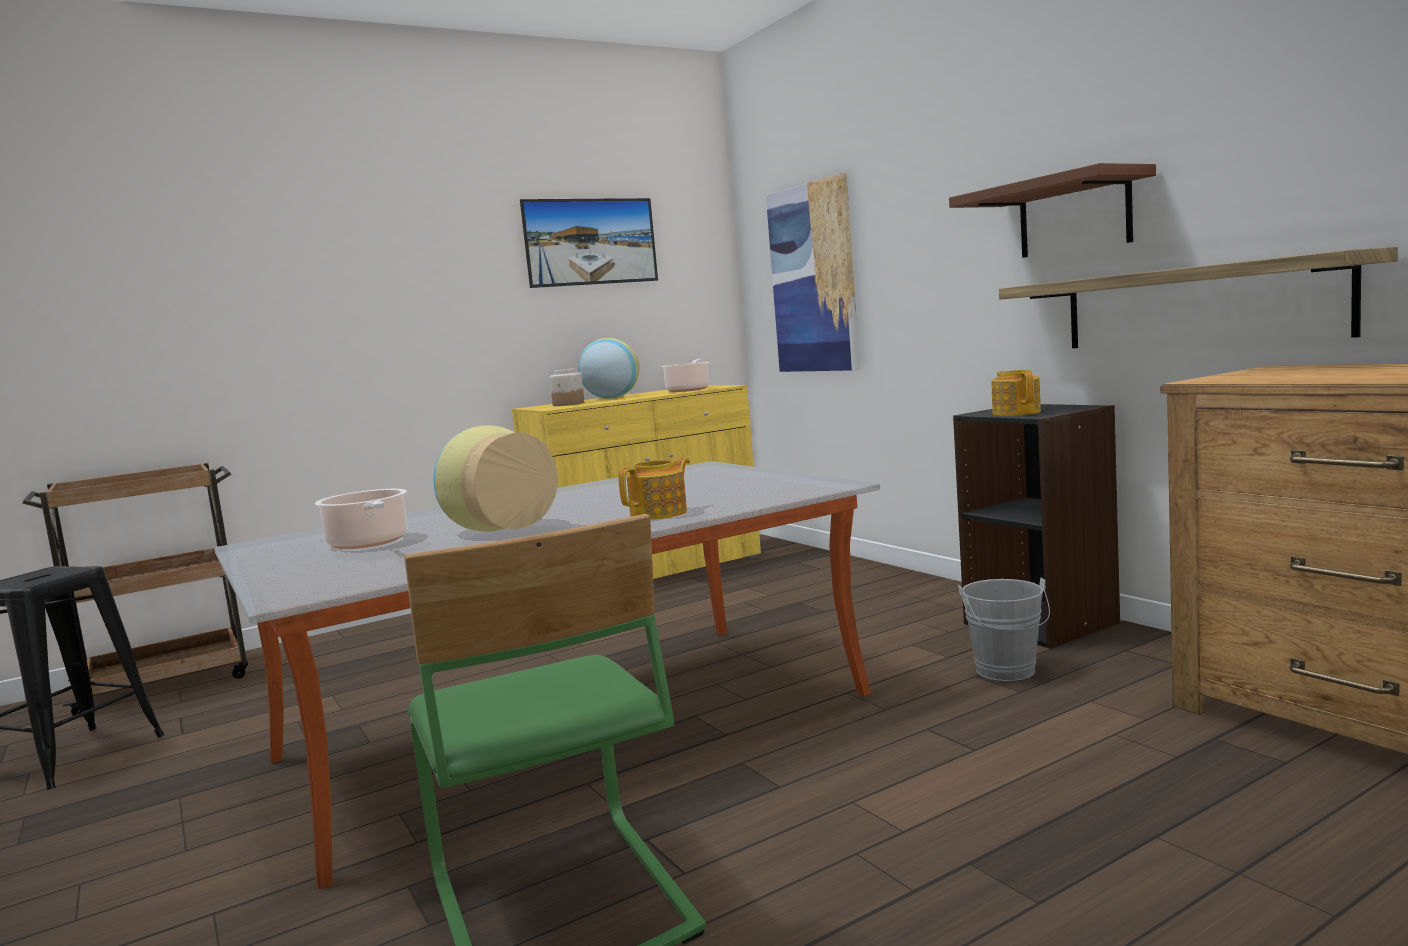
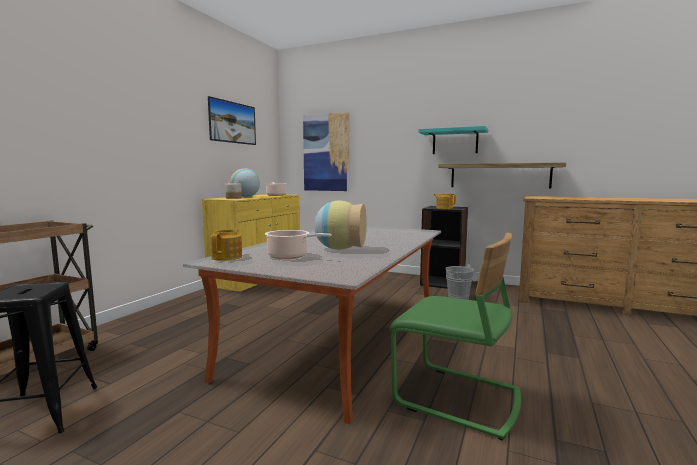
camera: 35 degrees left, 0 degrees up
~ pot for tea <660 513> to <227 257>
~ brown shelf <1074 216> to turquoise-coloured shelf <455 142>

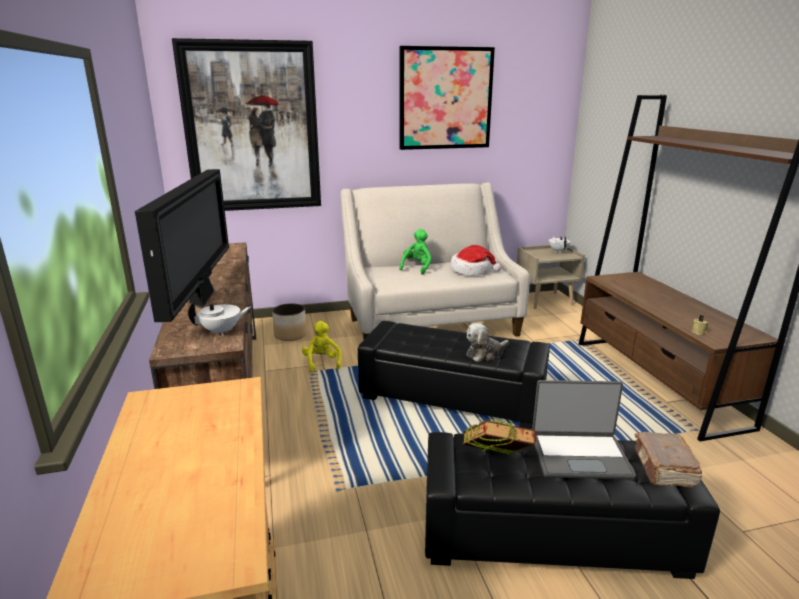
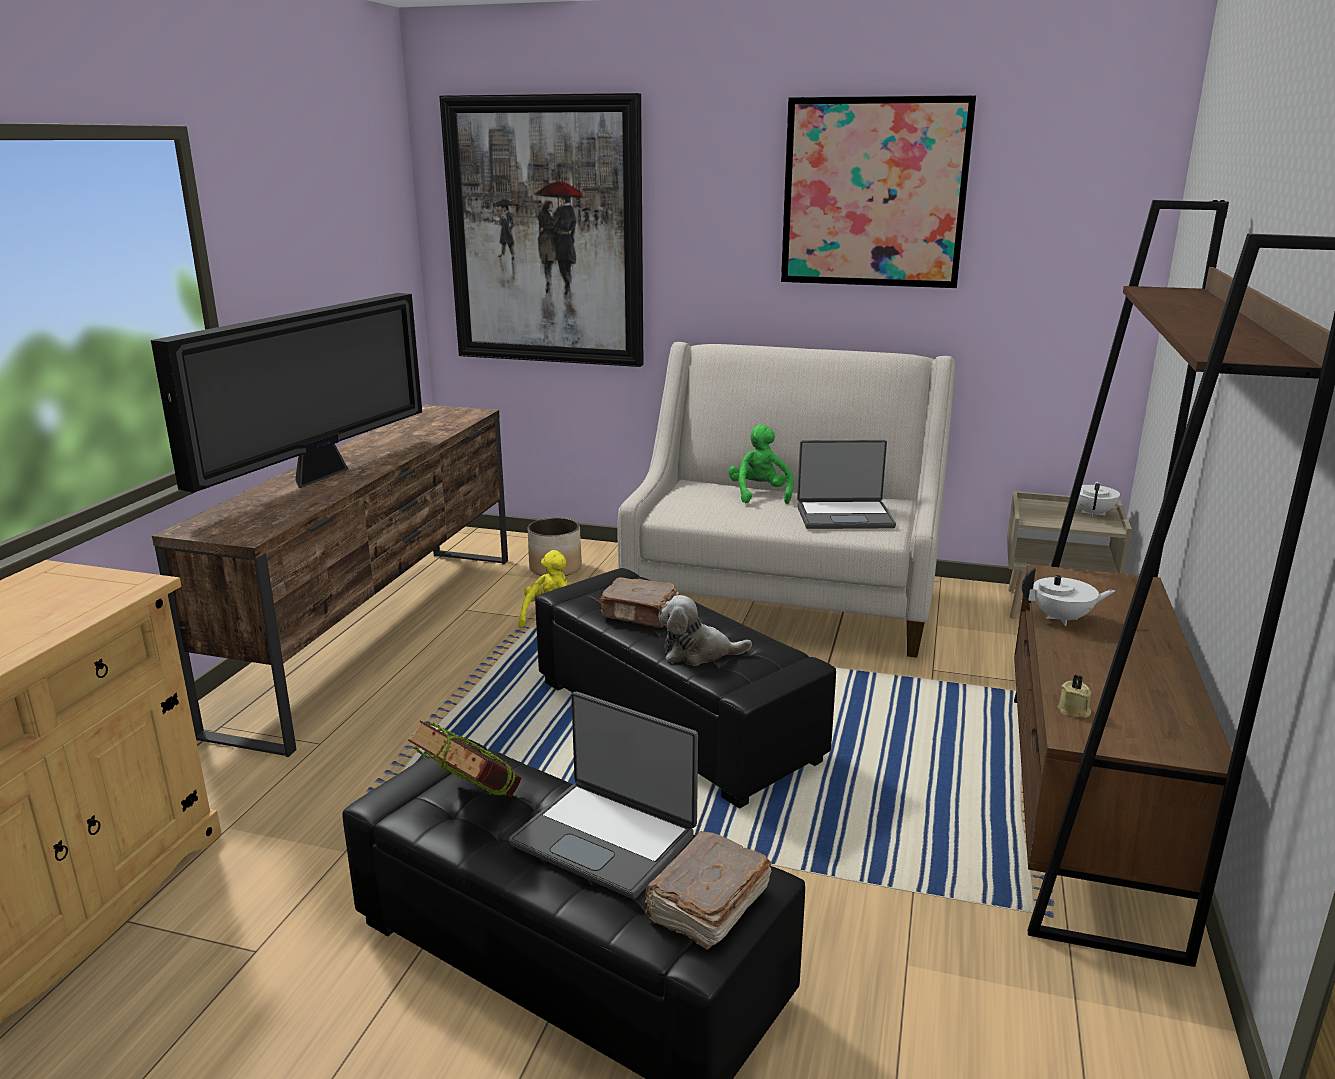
camera: 30 degrees right, 0 degrees up
+ brown volume <640 615>
~ green soft toy <417 268> = <759 494> 60 degrees counterclockwise
~ wearable hat <472 271> to notebook computer <844 516>
~ white-coloured pot for tea <222 331> to <1062 619>

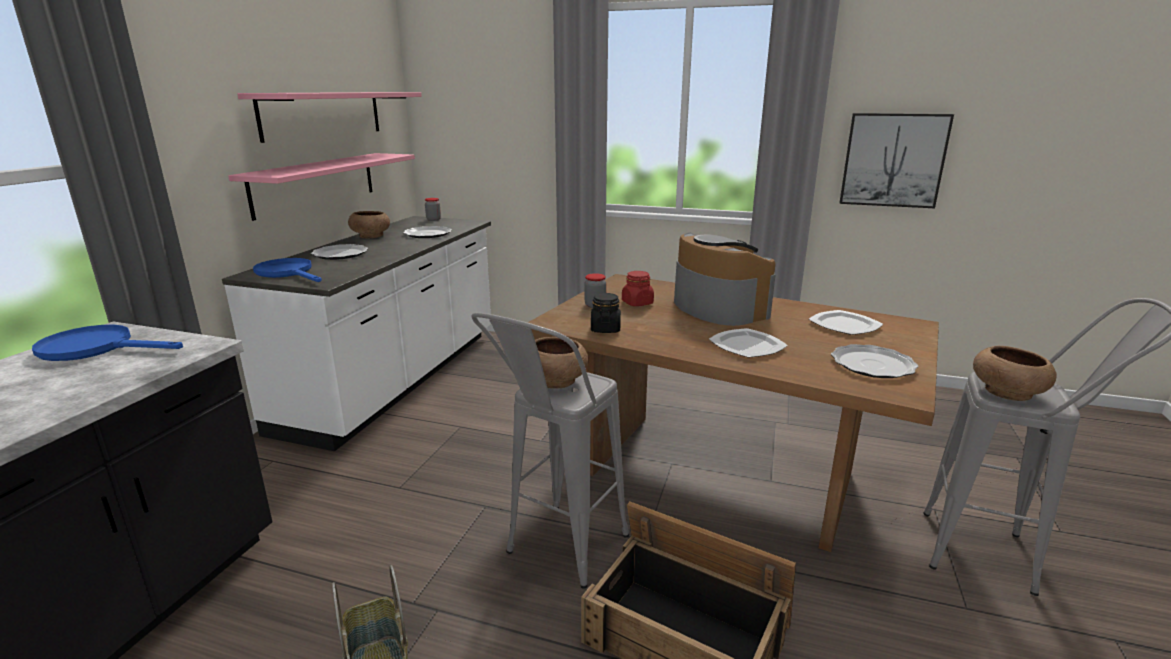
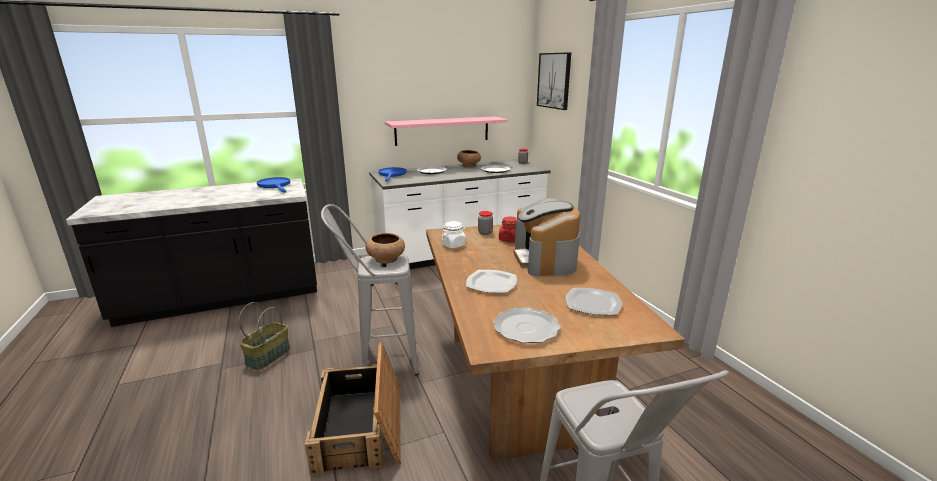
camera: 50 degrees right, 0 degrees up
~ black jar <605 329> to white-coloured jar <453 245>
~ coffee brewer <717 308> = <545 259> 150 degrees clockwise
~ wall picture <893 160> to <554 80>
- pink-coloured shelf <323 114>
- brown deep dish <1007 392>

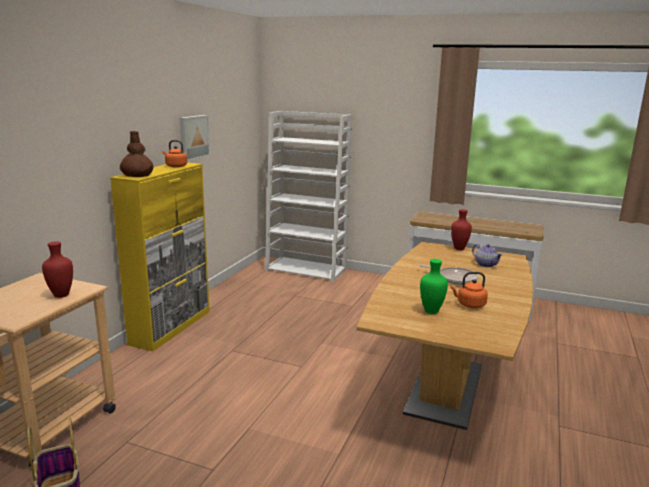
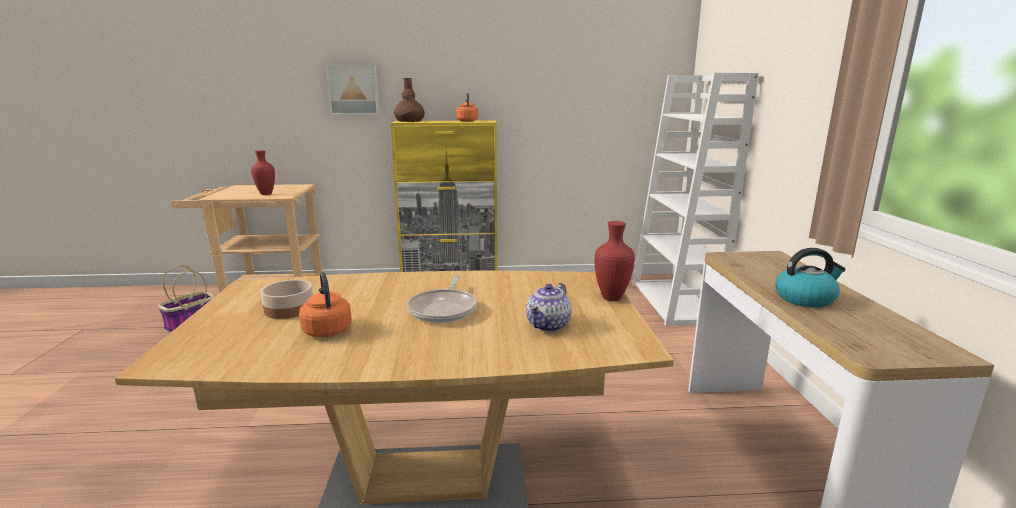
camera: 65 degrees right, 0 degrees up
~ green flower vase <430 312> to deep dish <289 308>
~ wall picture <193 137> to <353 90>
+ kettle <805 298>

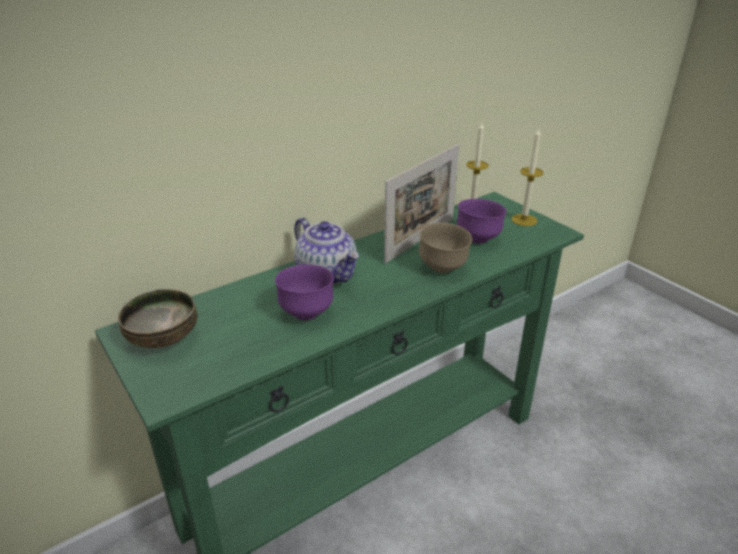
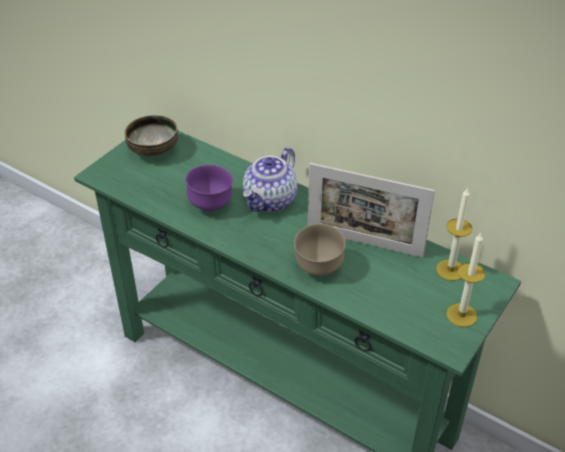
camera: 70 degrees right, 10 degrees up
- purple-coloured deep dish <478 239>

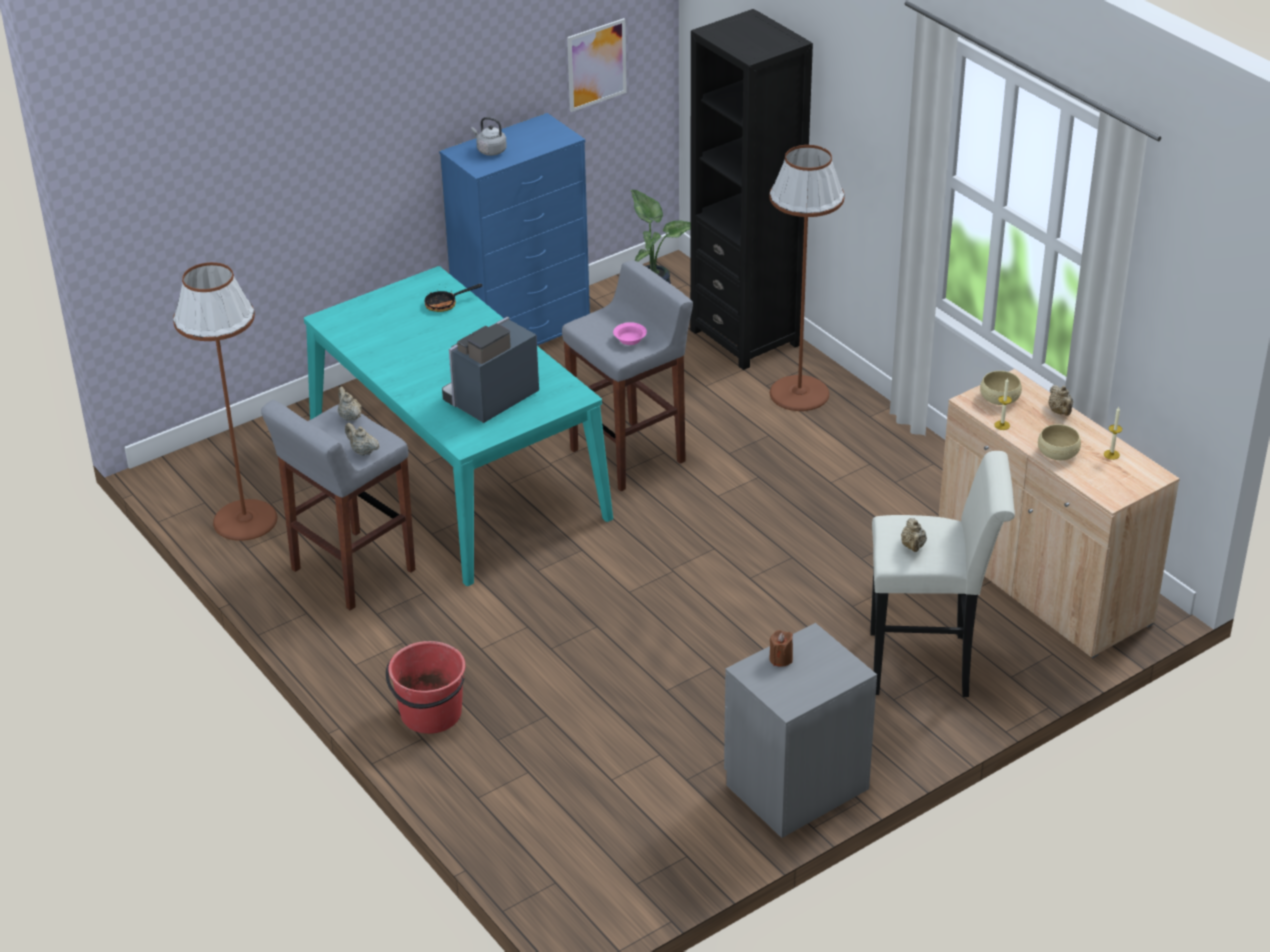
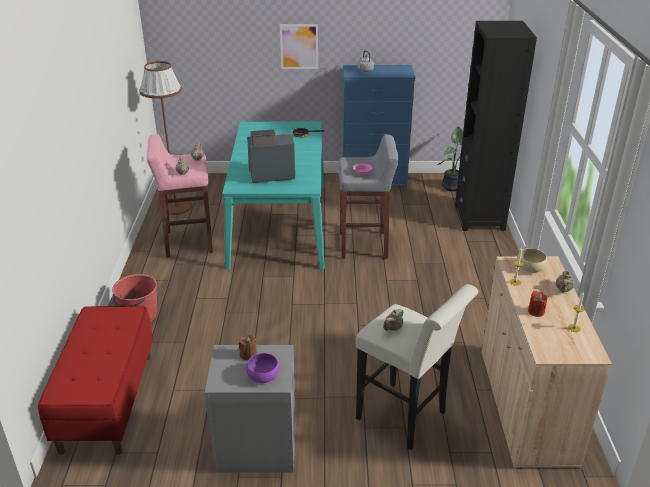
camera: 35 degrees right, 5 degrees down
+ reddish long seat <107 401>
~ greyish stool <351 571> to pink-coloured stool <188 242>
+ purple-coloured deep dish <263 375>
~ wall picture <596 64> to <299 46>
~ beige deep dish <1058 452> to reddish wax candle <536 311>
- brown standard lamp <799 393>

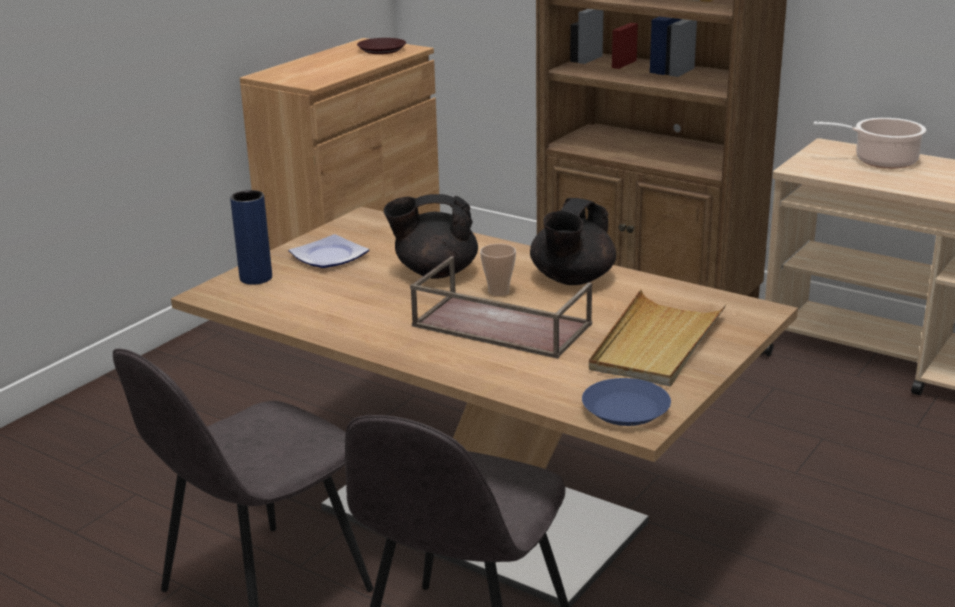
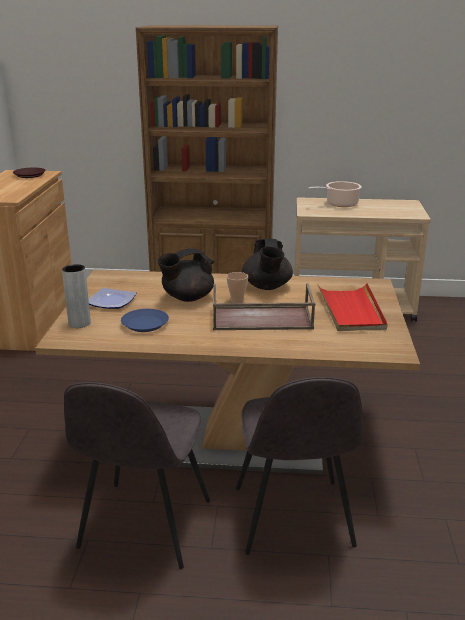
camera: 30 degrees left, 0 degrees up
~ blue-coloured flower vase <256 278> to greyish flower vase <79 323>
~ blue-coloured flat dish <626 410> to <145 324>
~ beige carrying tray <656 344> to reddish carrying tray <351 310>

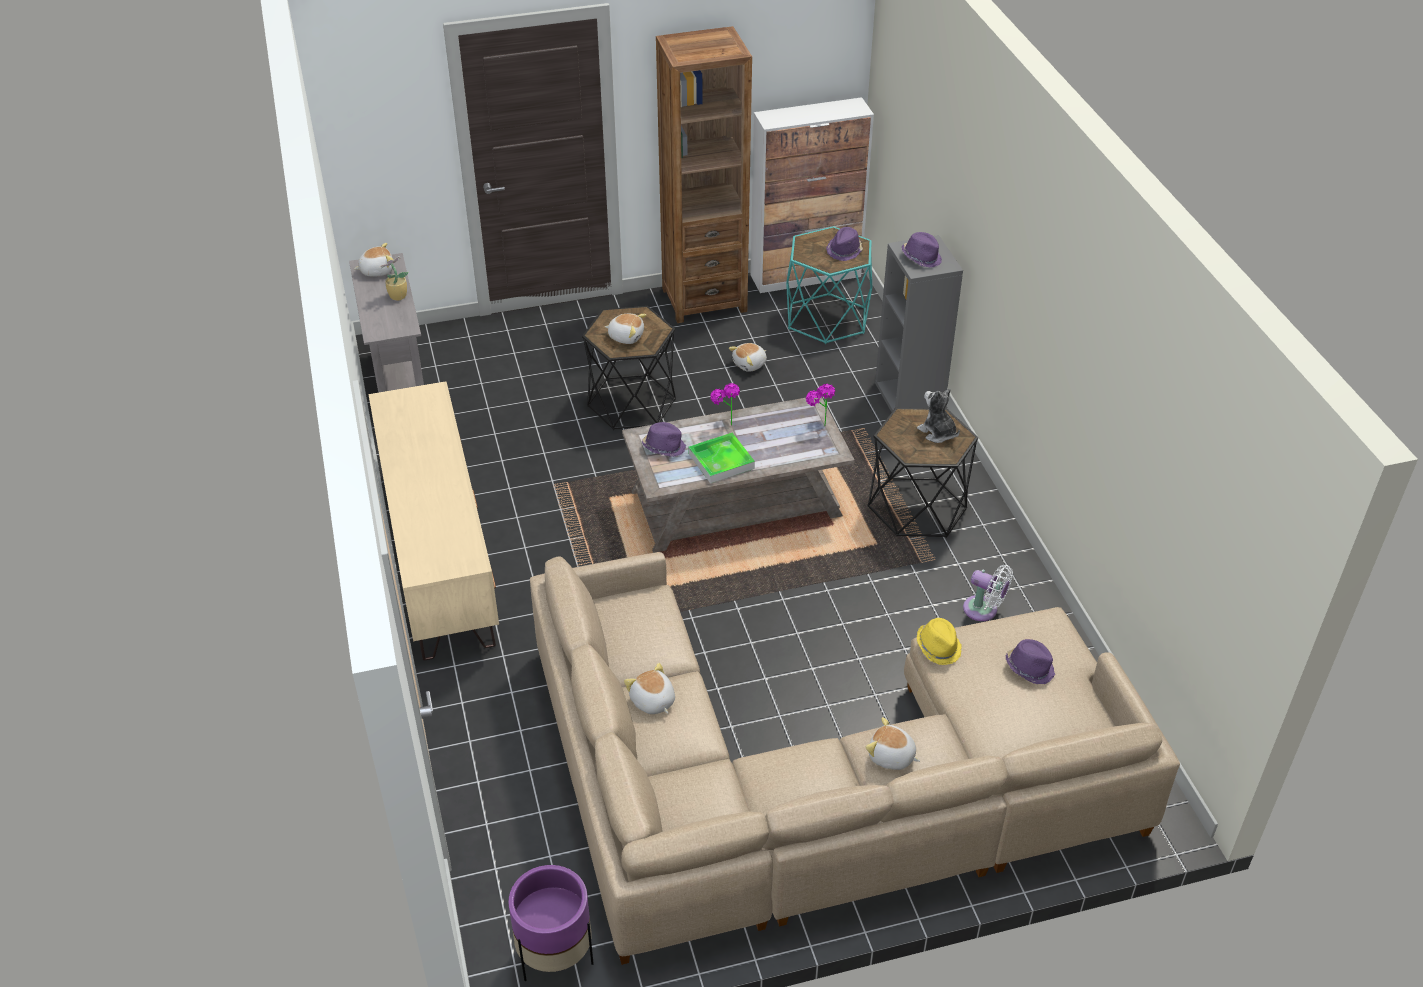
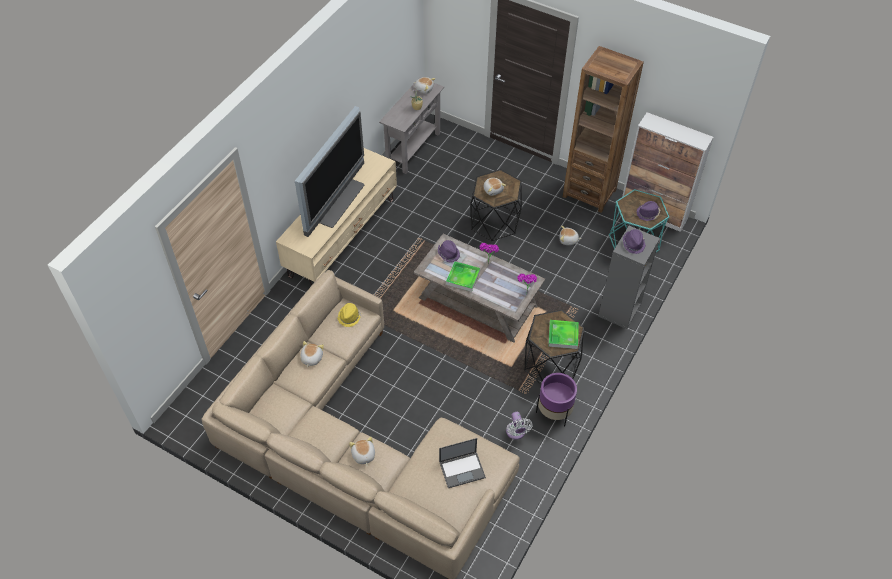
camera: 45 degrees right, 10 degrees up
+ TV <337 201>
~ yellow-coloured wearable hat <938 647> to <349 317>
~ purple-coloured wearable hat <1029 668> to notebook computer <462 469>
~ purple-coloured flower pot <555 955> to <554 412>
~ soft toy <937 433> to carrying tray <563 335>

